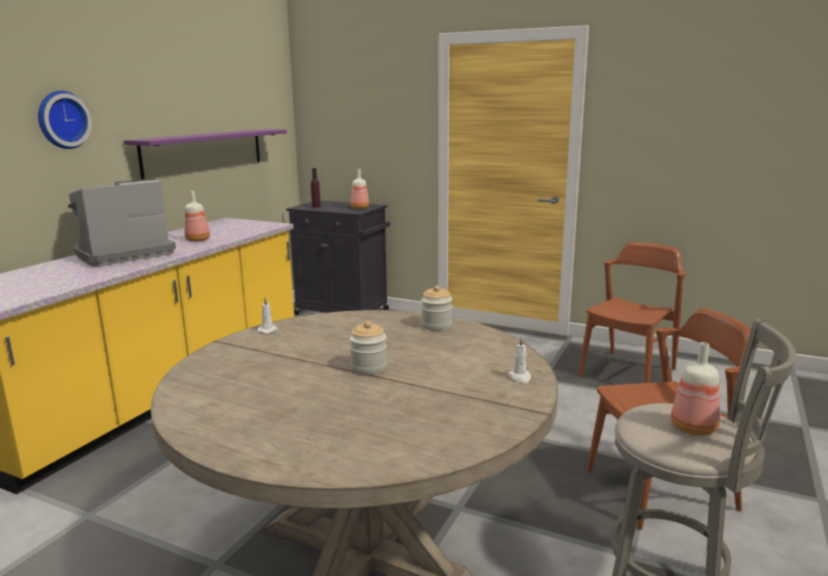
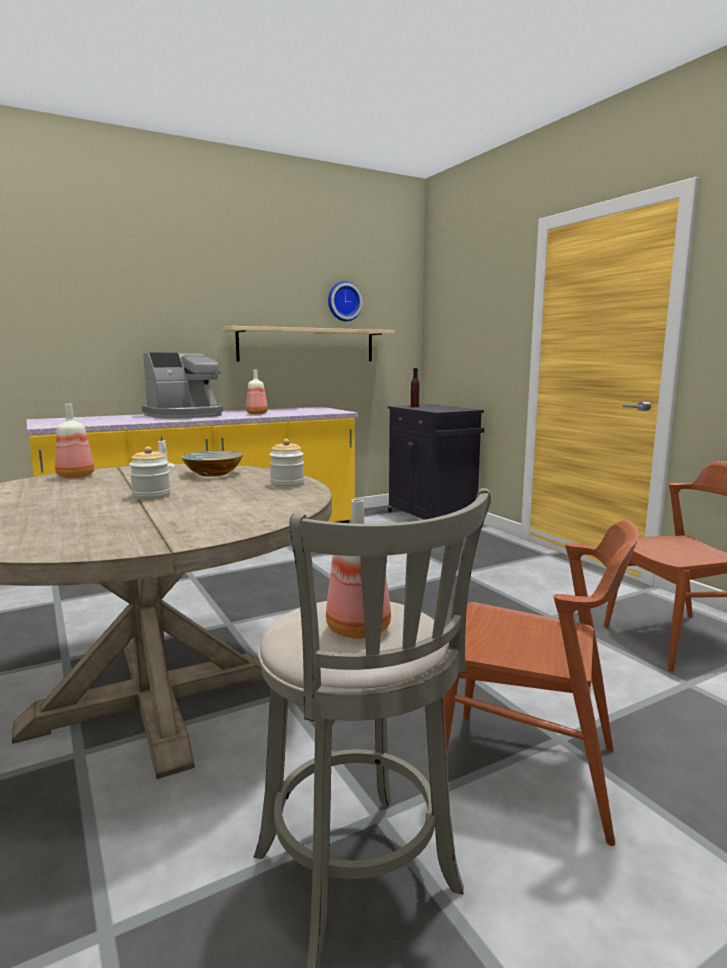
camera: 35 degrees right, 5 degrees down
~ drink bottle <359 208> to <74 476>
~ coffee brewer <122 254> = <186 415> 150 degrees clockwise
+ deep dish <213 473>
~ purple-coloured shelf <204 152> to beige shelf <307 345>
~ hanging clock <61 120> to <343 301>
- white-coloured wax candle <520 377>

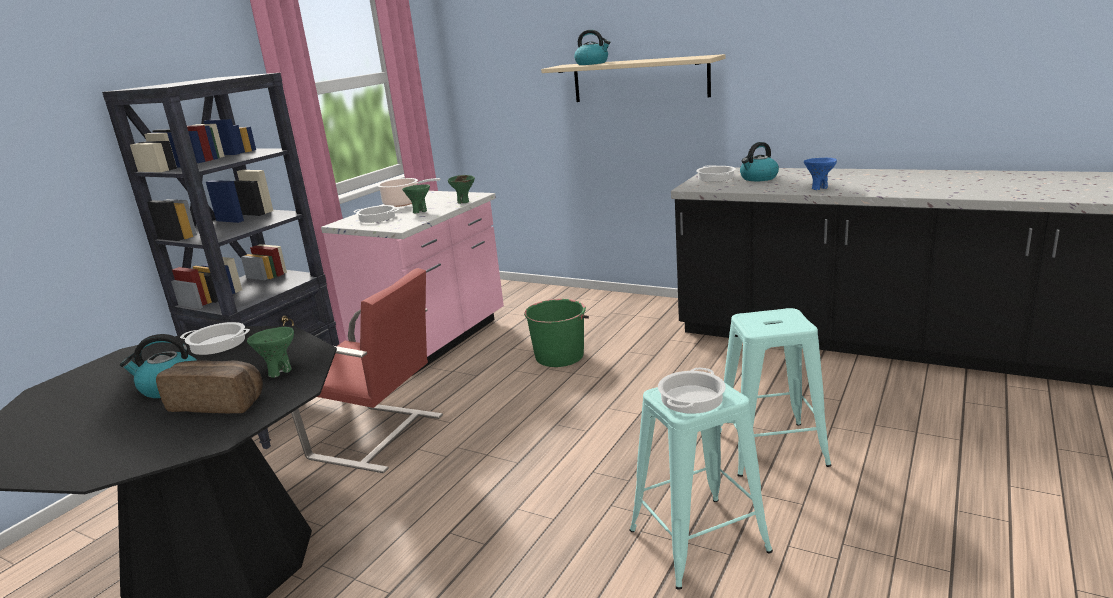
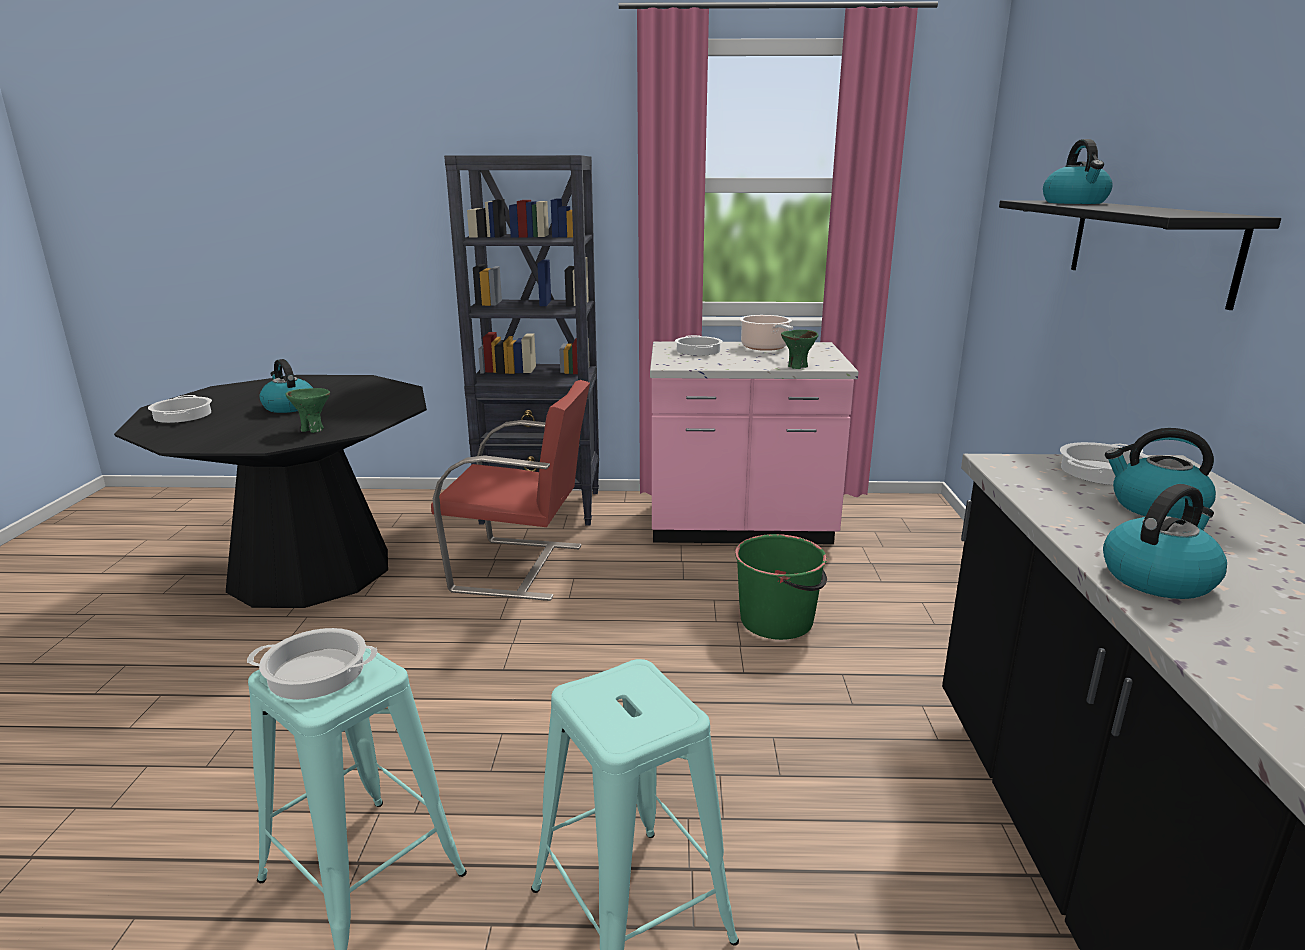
camera: 60 degrees right, 0 degrees up
~ stockpot <219 343> to <183 415>
~ reddish upright chair <378 437> = <521 568> 75 degrees counterclockwise
~ beige shelf <639 79> to black shelf <1148 247>
~ blue-coloured deep dish <819 188> to kettle <1158 578>
- baked bread <219 402>
- green deep dish <419 211>

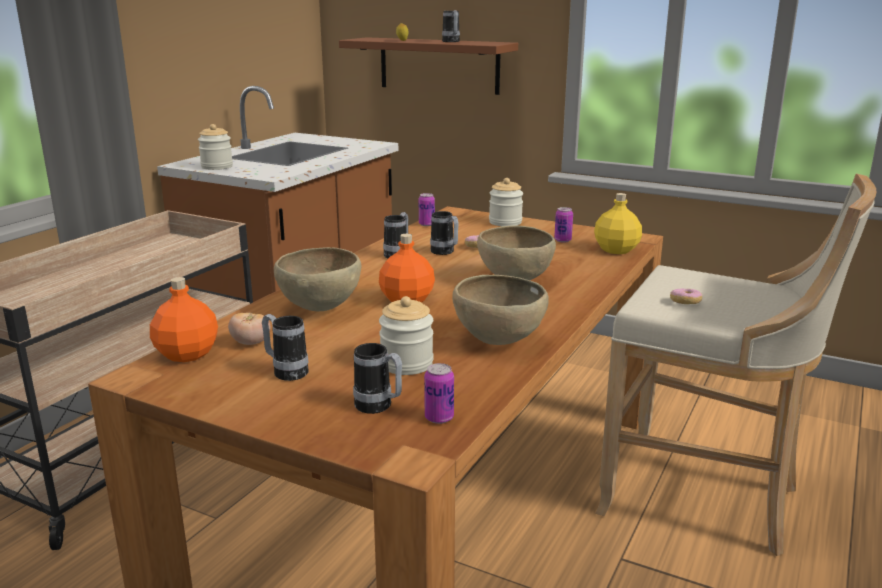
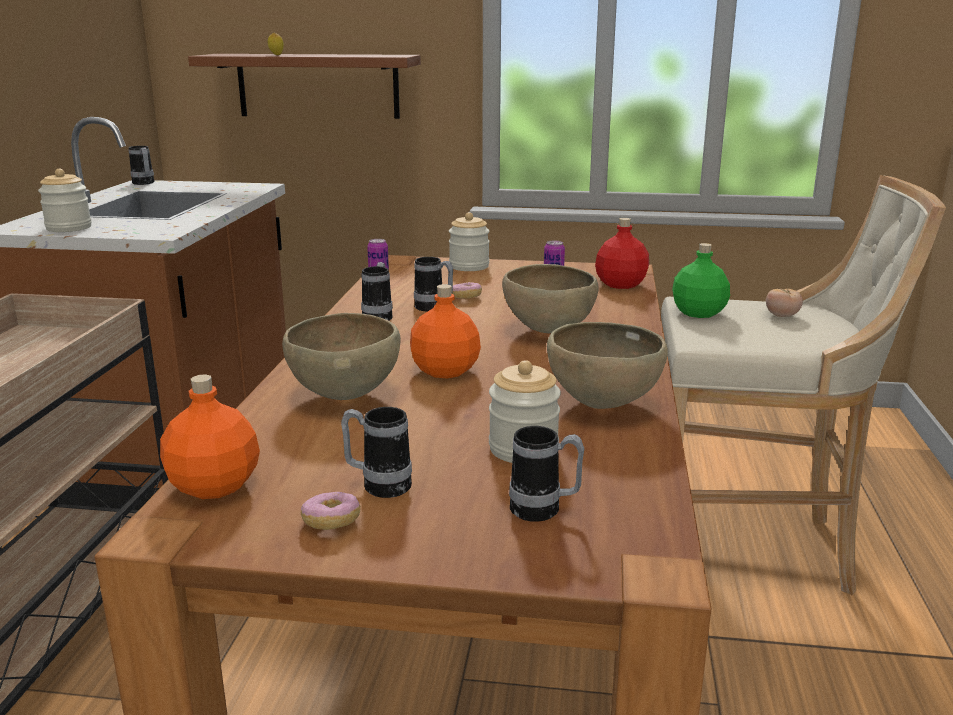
camera: 20 degrees left, 0 degrees up
~ tea mug <451 42> to <144 183>
~ ring doughnut <685 302> to <331 522>
~ yellow-coloured drink bottle <617 250> to reddish drink bottle <621 284>
+ green drink bottle <699 313>
~ tomato <251 343> to <782 316>
- sealed can <439 418>

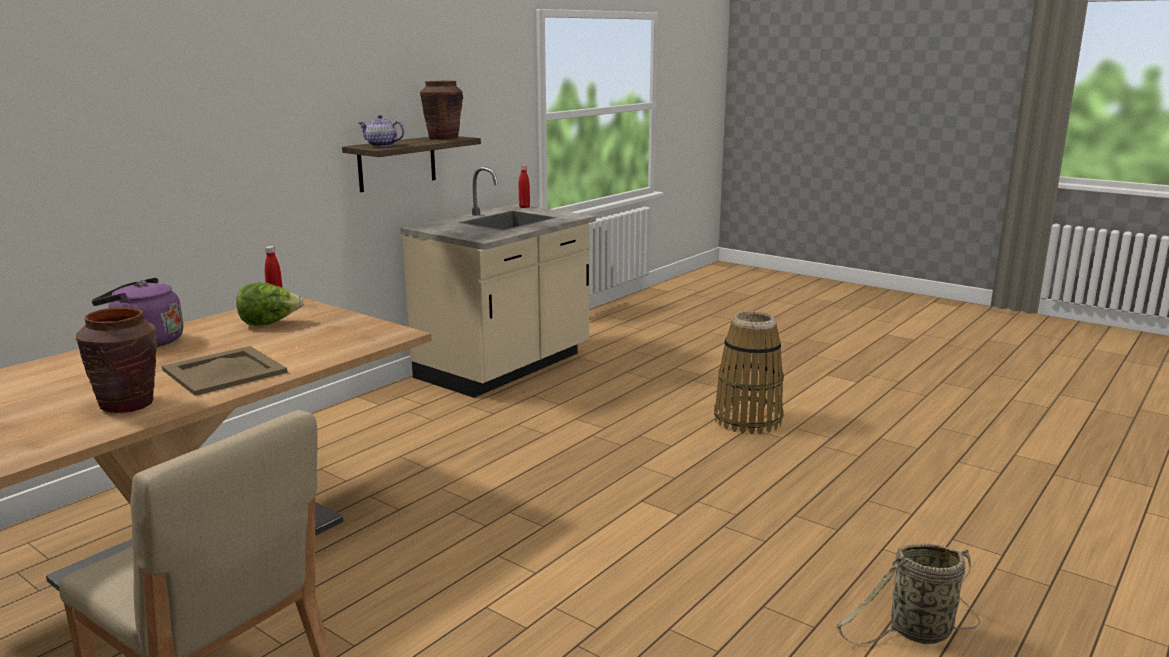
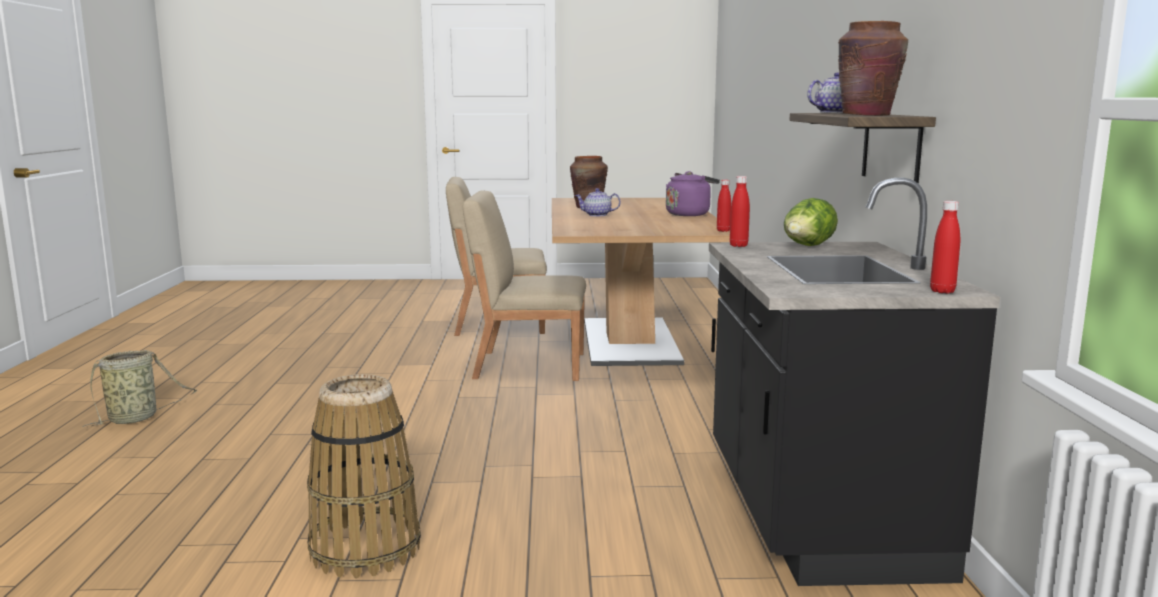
camera: 140 degrees right, 5 degrees down
+ beige upright chair <528 365>
~ beige carrying tray <225 370> to pot for tea <597 215>
~ beige kitchen counter <505 367> to black kitchen counter <815 513>
+ reddish drink bottle <738 245>
~ lettuce head <269 323> to <807 247>

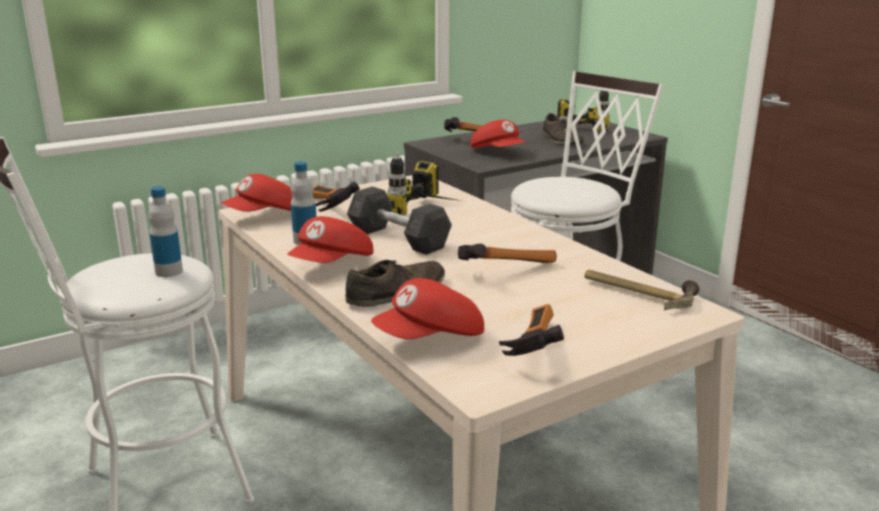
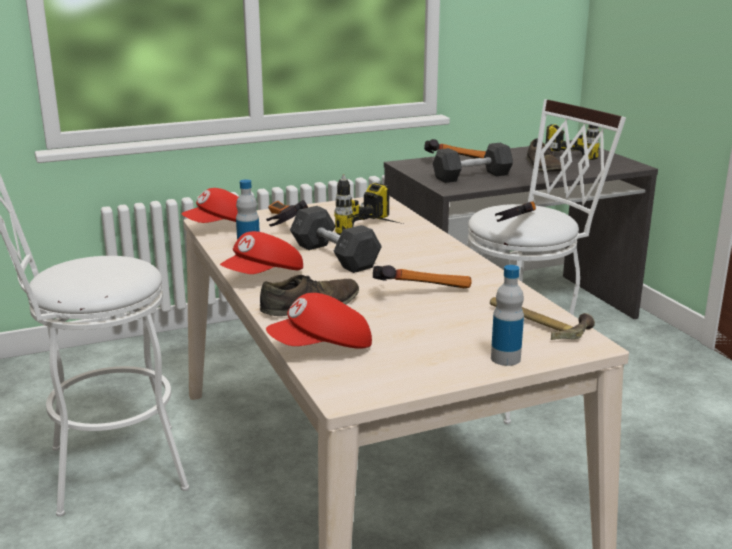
camera: 10 degrees right, 0 degrees up
~ reddish baseball cap <498 152> to greyish free weight <472 176>
~ drink bottle <169 271> to <505 358>
~ tool hammer <529 348> to <515 223>

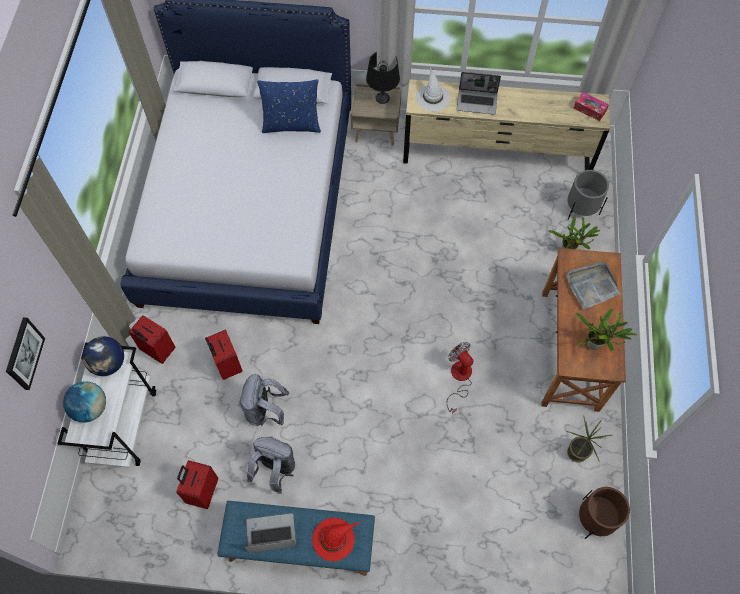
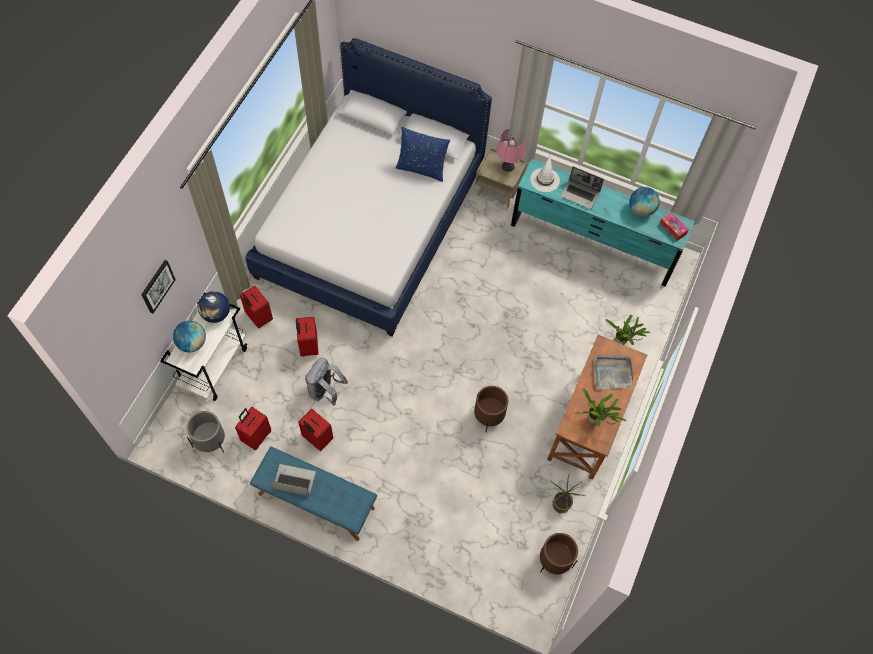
camera: 15 degrees right, 0 degrees up
~ greyish flower pot <581 209> to <210 441>
~ greyish backpack <275 470> to reddish piece of luggage <317 439>
~ electric fan <459 378> to brown flower pot <489 416>
~ black table lamp <382 98> to pink-coloured table lamp <508 166>
~ beige chest of drawers <496 155> to turquoise-coloured chest of drawers <592 242>
+ desk globe <641 210>
- reddish wearable hat <334 538>

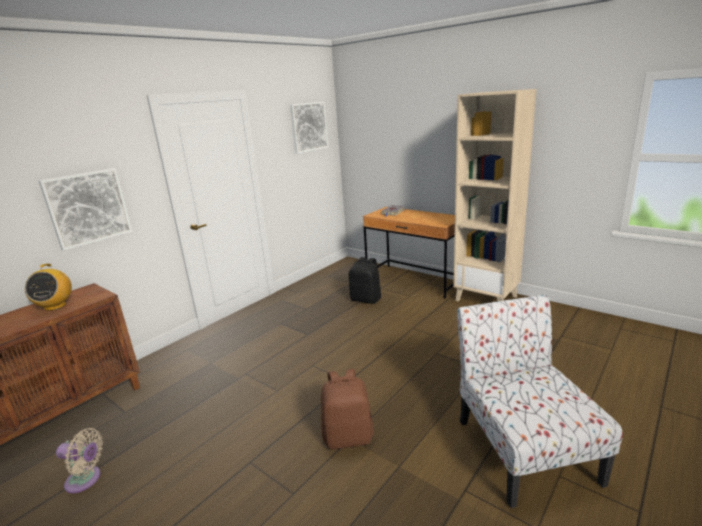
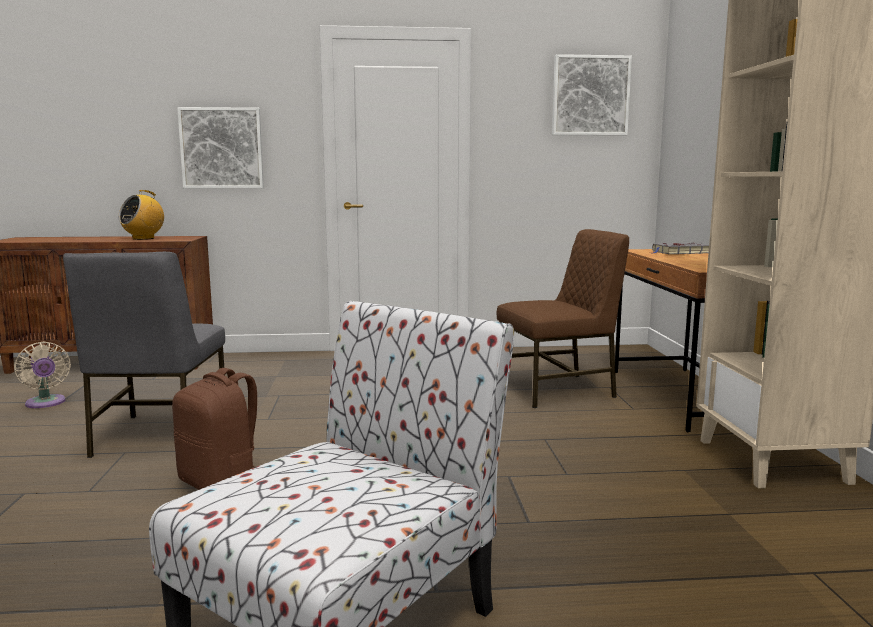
camera: 45 degrees right, 10 degrees down
+ greyish upright chair <158 436>
~ black backpack <366 299> to brown upright chair <558 390>

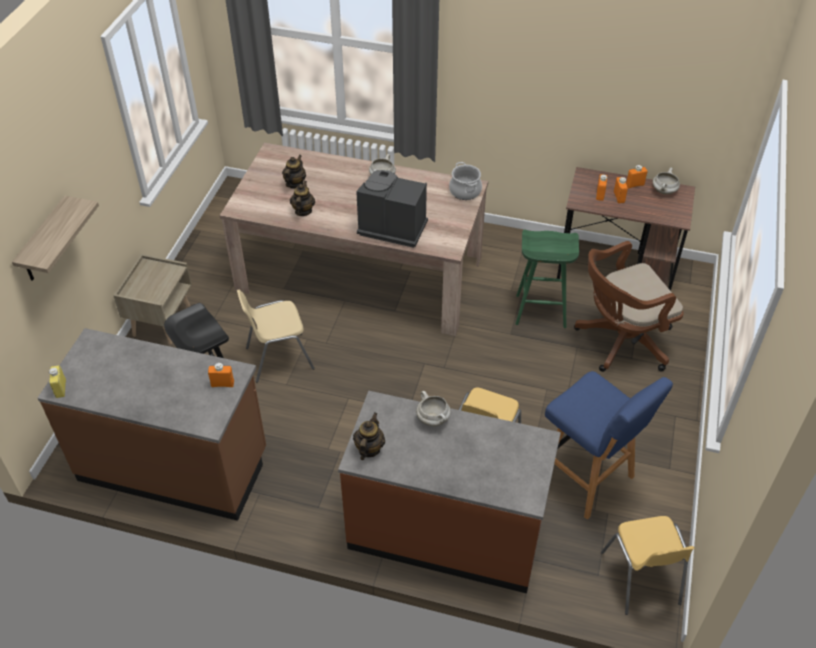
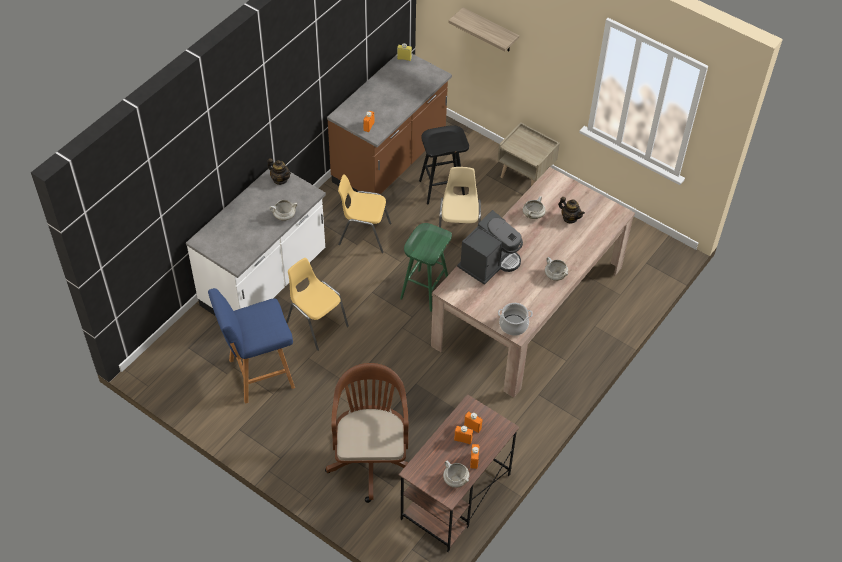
camera: 110 degrees right, 5 degrees up
~ brown kitchen counter <446 531> to white-coloured kitchen counter <265 280>
~ yellow-coloured upright chair <641 578> to <364 234>
~ green stool <540 311> to <424 289>
~ pot for tea <303 211> to white-coloured stockpot <533 215>

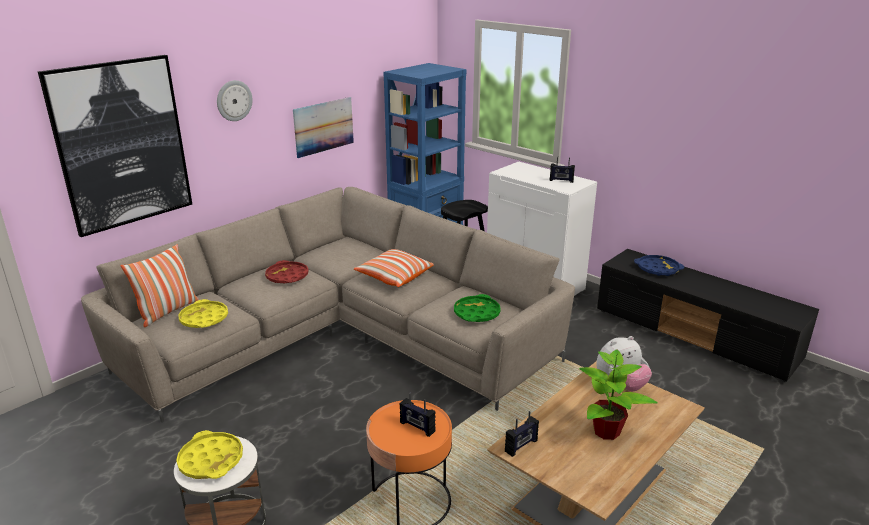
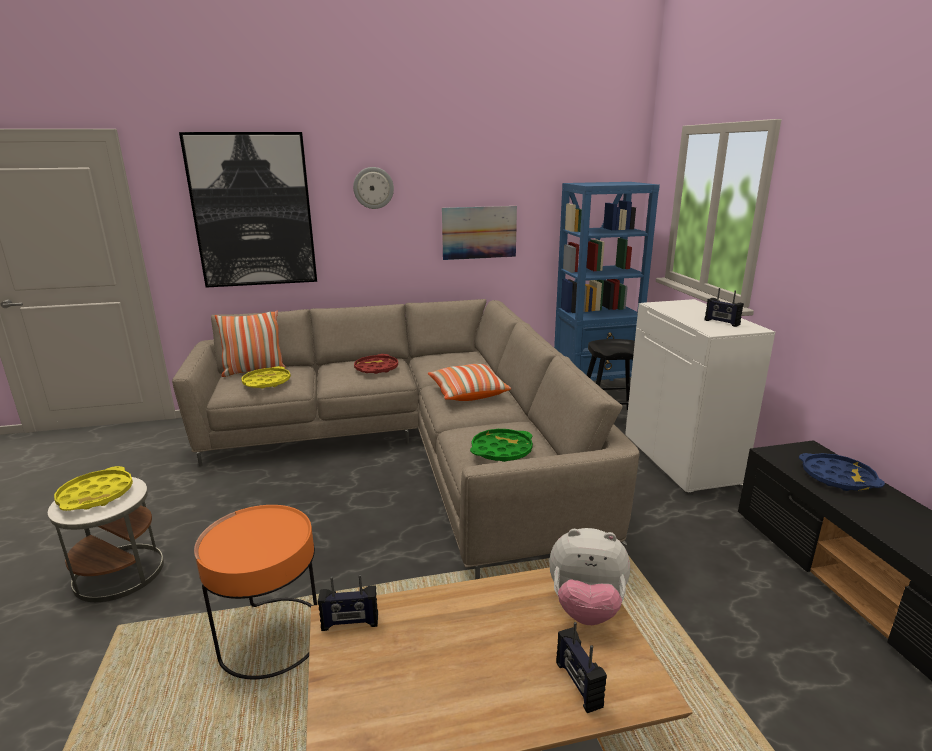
camera: 35 degrees right, 5 degrees down
~ radio <417 427> to <577 684>
- plant in a pot <607 432>

